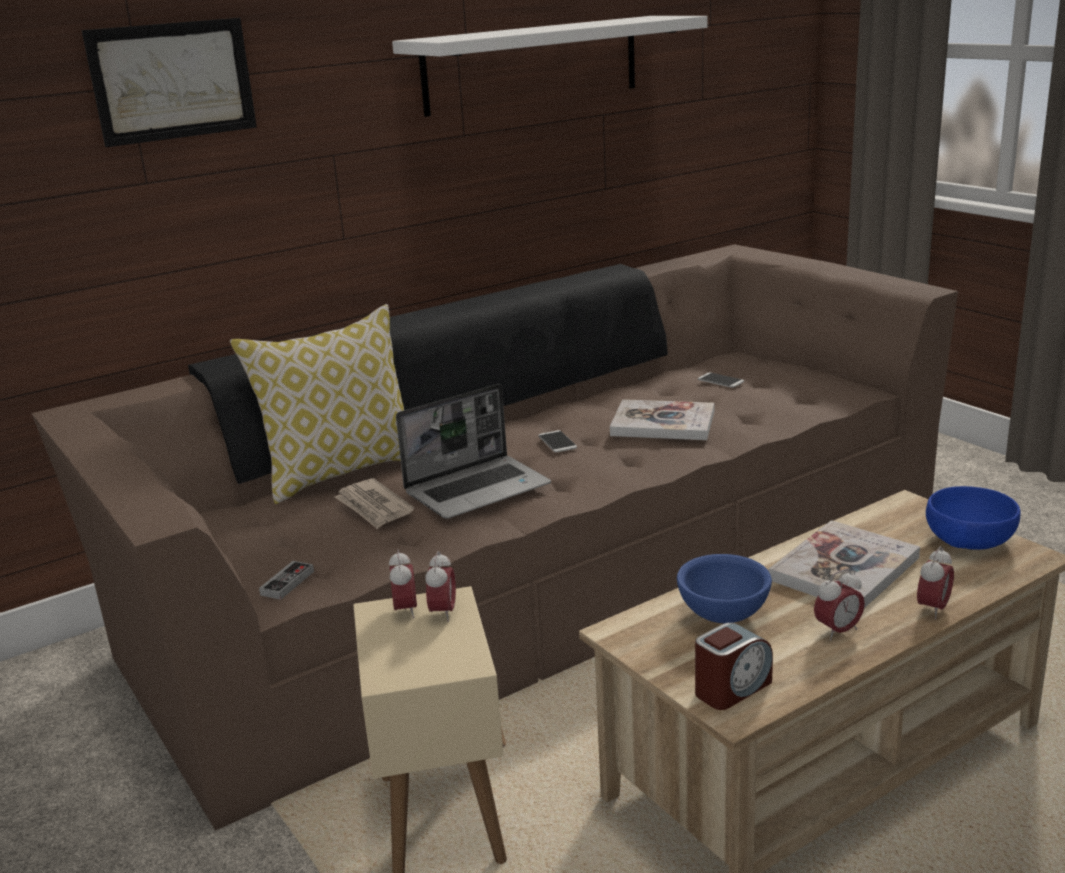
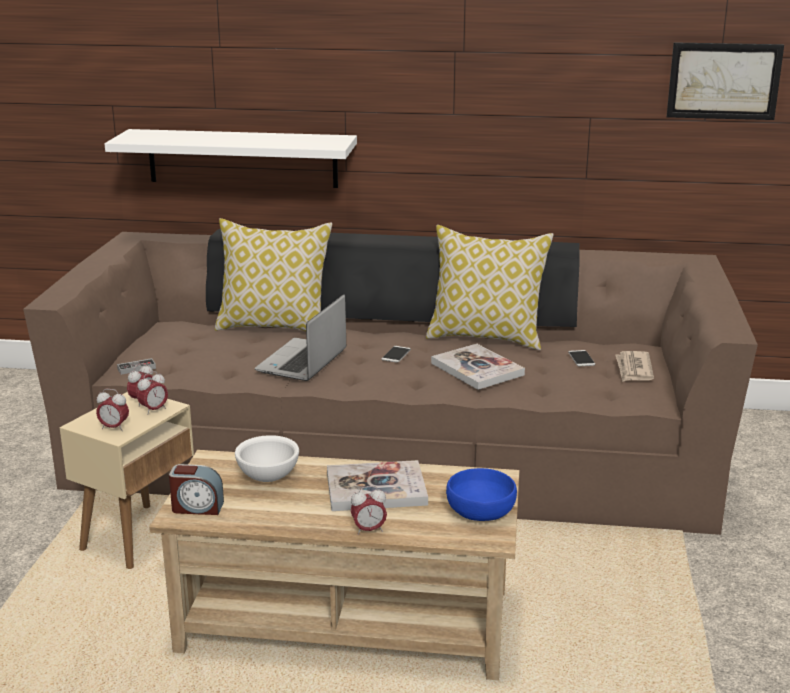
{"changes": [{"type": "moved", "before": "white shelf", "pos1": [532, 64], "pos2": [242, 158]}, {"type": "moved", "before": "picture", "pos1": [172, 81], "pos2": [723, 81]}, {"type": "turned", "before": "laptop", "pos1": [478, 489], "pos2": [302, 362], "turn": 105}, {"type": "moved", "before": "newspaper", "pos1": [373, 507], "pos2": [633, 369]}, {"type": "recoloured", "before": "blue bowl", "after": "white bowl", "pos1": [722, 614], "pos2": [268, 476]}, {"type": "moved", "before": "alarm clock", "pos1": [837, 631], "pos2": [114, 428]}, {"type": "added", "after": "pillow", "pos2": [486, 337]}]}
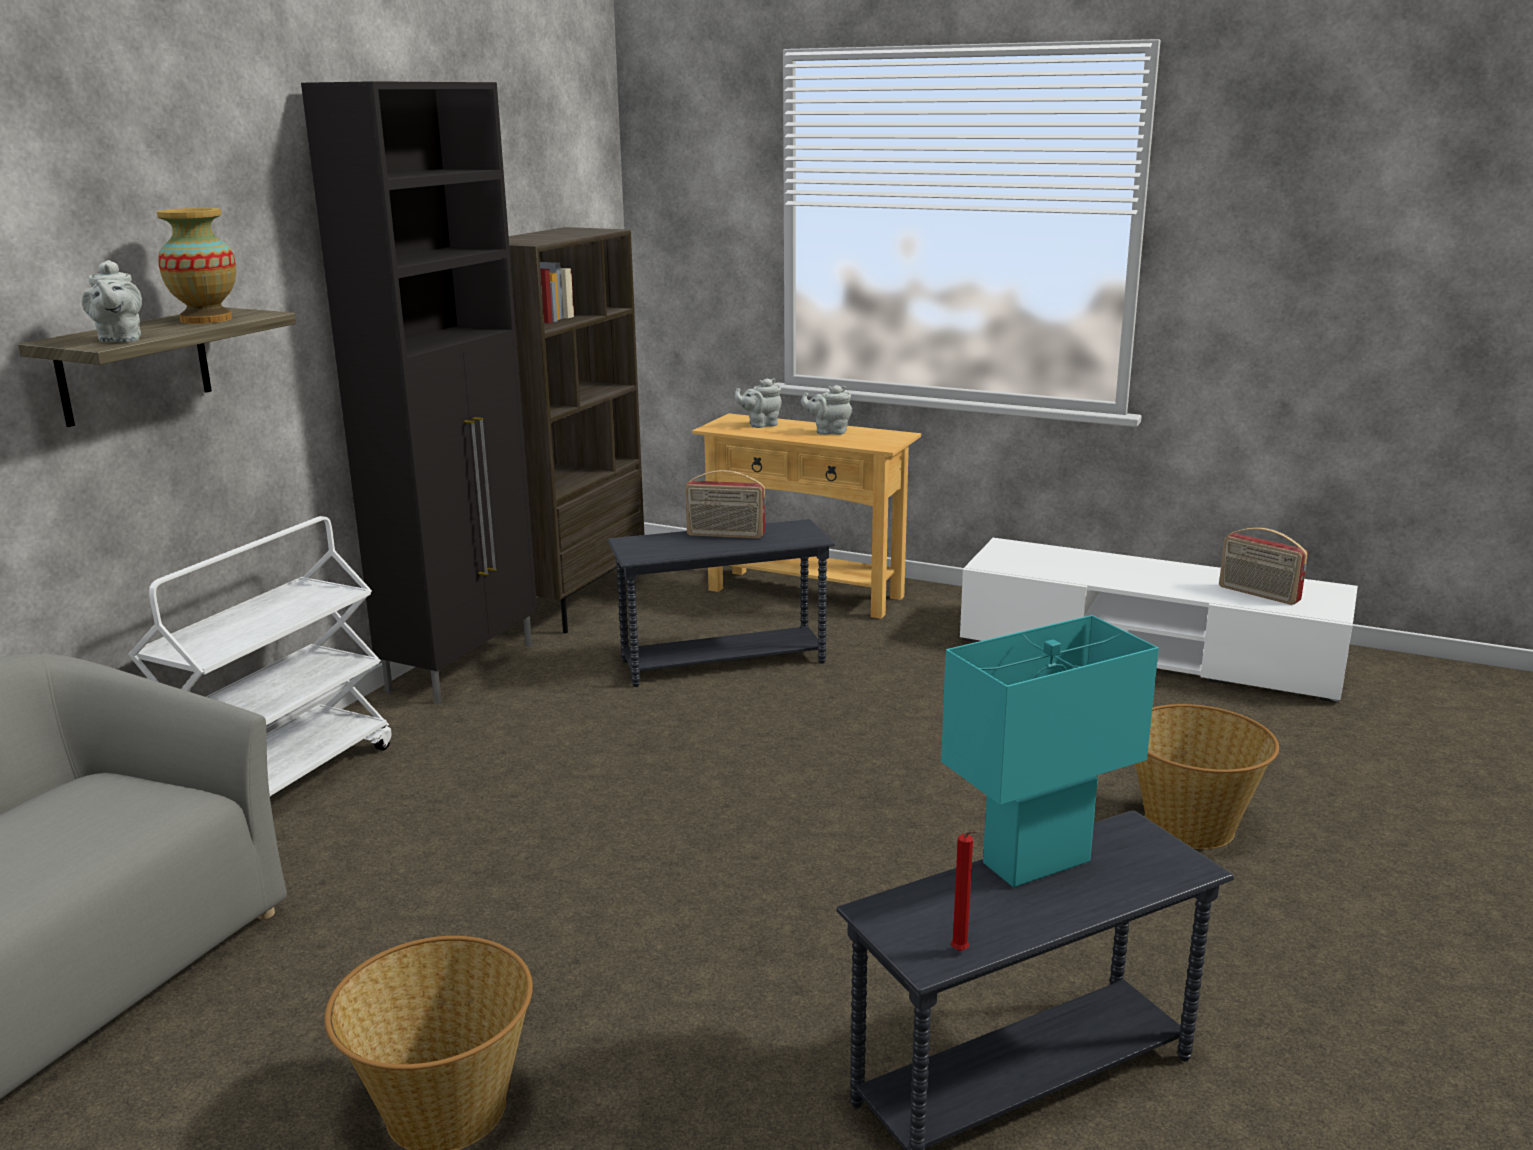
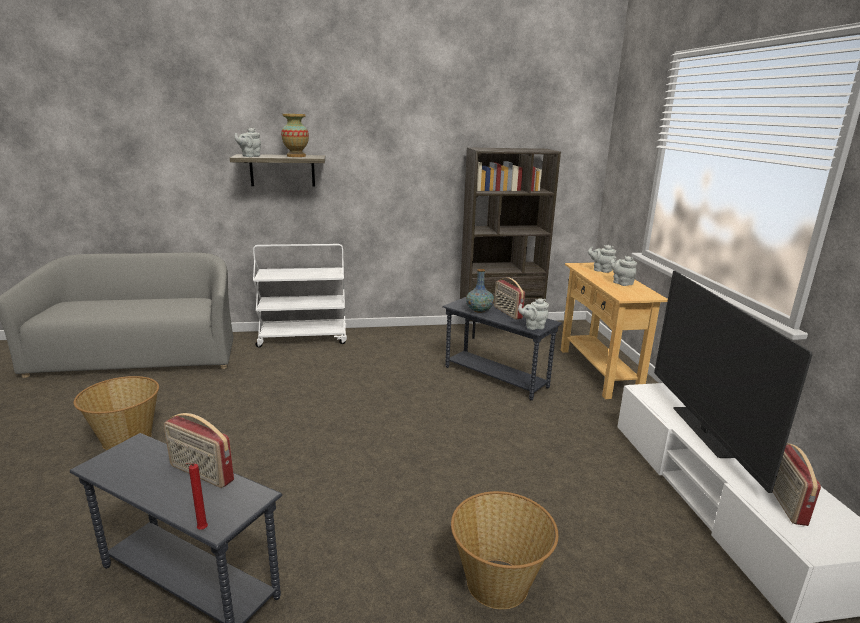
{"changes": [{"type": "removed", "before": "black cabinet", "pos1": [464, 667]}, {"type": "replaced", "before": "turquoise table lamp", "after": "radio", "pos1": [1036, 862], "pos2": [200, 474]}, {"type": "moved", "before": "red candle", "pos1": [961, 952], "pos2": [201, 530]}, {"type": "added", "after": "vase", "pos2": [479, 310]}, {"type": "added", "after": "television", "pos2": [702, 431]}, {"type": "added", "after": "grey teapot", "pos2": [533, 327]}]}
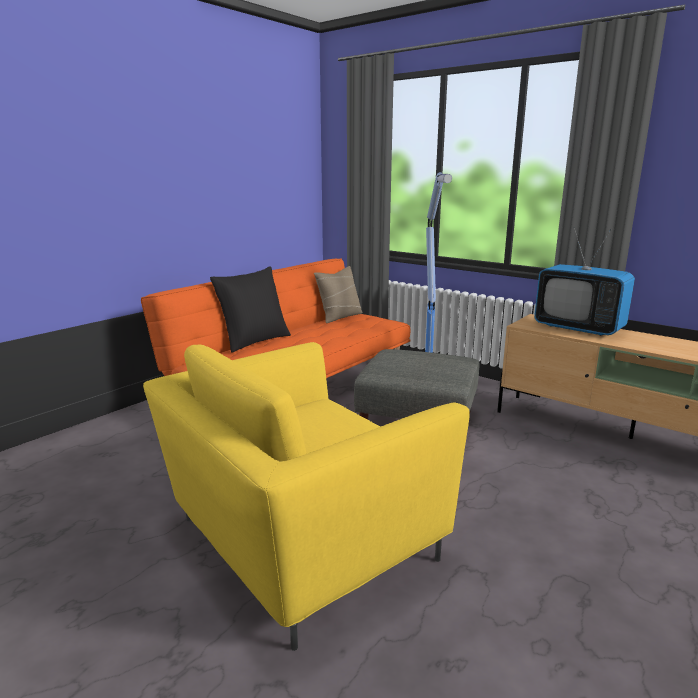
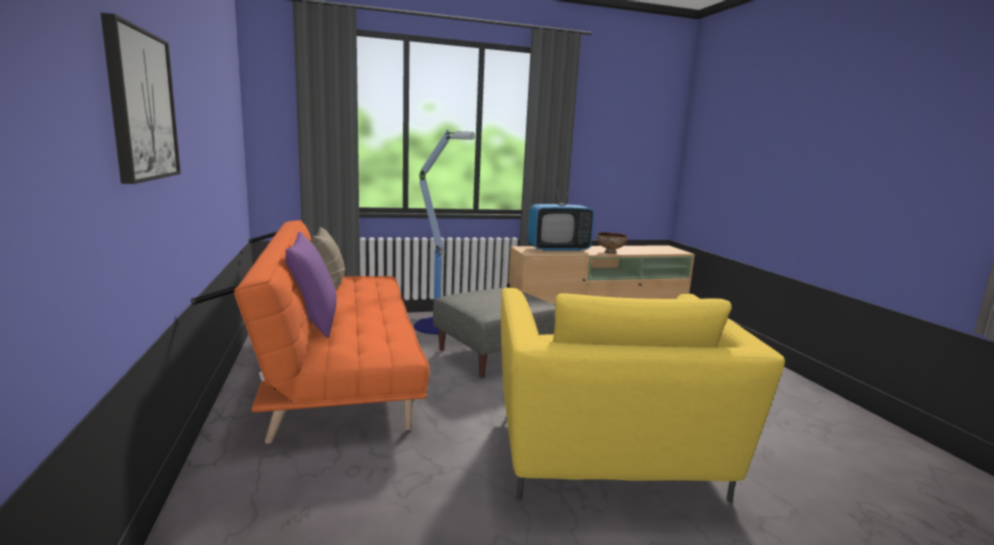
{"changes": [{"type": "recoloured", "before": "black pillow", "after": "purple pillow", "pos1": [254, 341], "pos2": [314, 323]}, {"type": "added", "after": "picture", "pos2": [140, 105]}, {"type": "added", "after": "bowl", "pos2": [610, 252]}]}
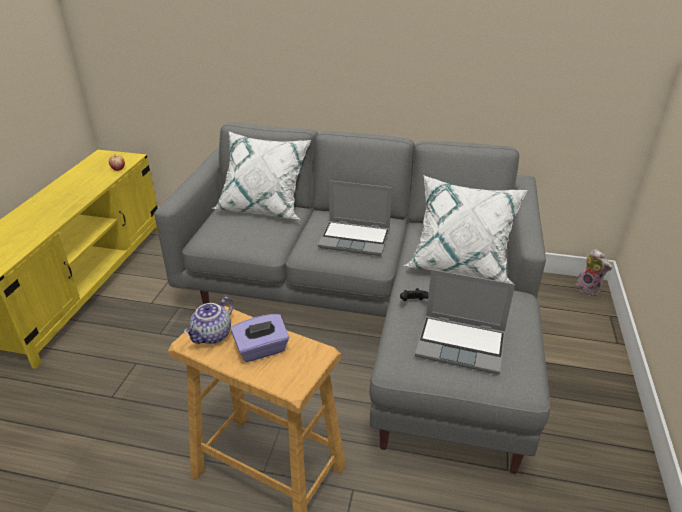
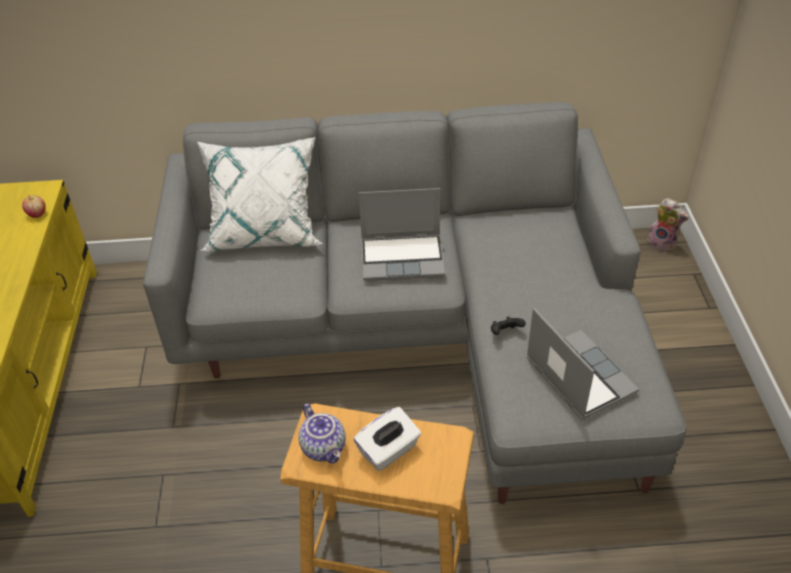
{"changes": [{"type": "removed", "before": "white pillow", "pos1": [460, 264]}, {"type": "turned", "before": "laptop", "pos1": [462, 344], "pos2": [578, 375], "turn": -120}, {"type": "turned", "before": "teapot", "pos1": [213, 336], "pos2": [325, 447], "turn": -45}, {"type": "recoloured", "before": "purple tissue box", "after": "white tissue box", "pos1": [261, 350], "pos2": [388, 451]}]}
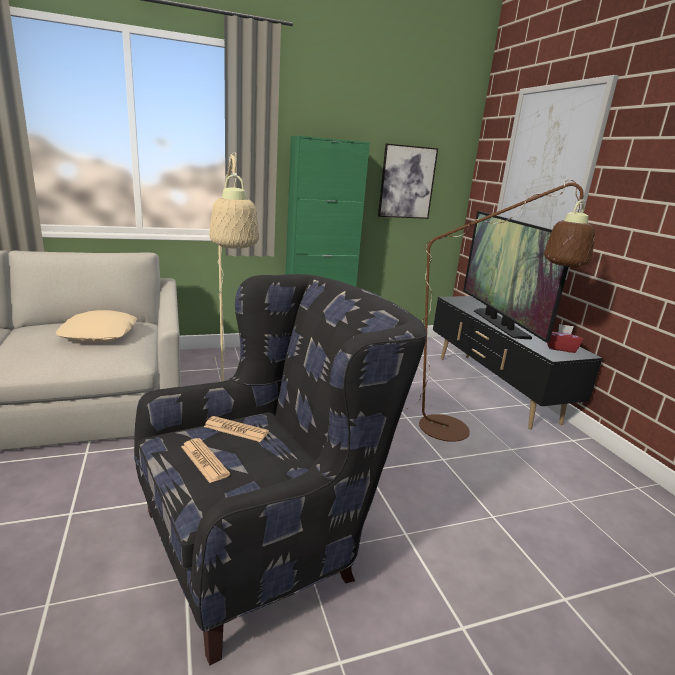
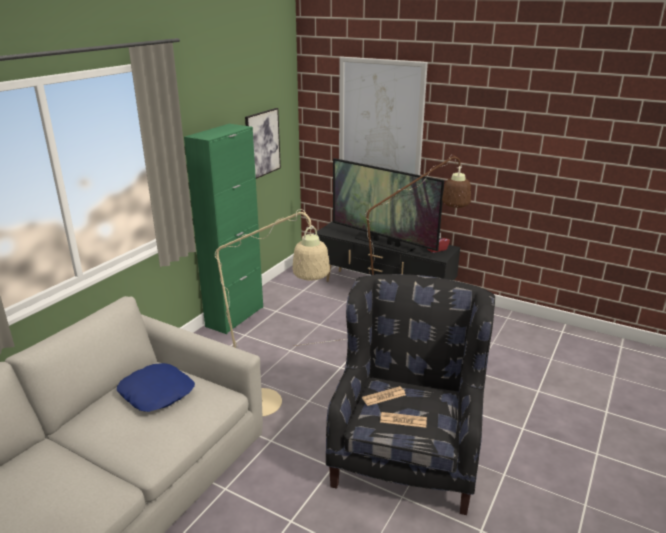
{"changes": [{"type": "recoloured", "before": "beige pillow", "after": "blue pillow", "pos1": [100, 334], "pos2": [157, 393]}]}
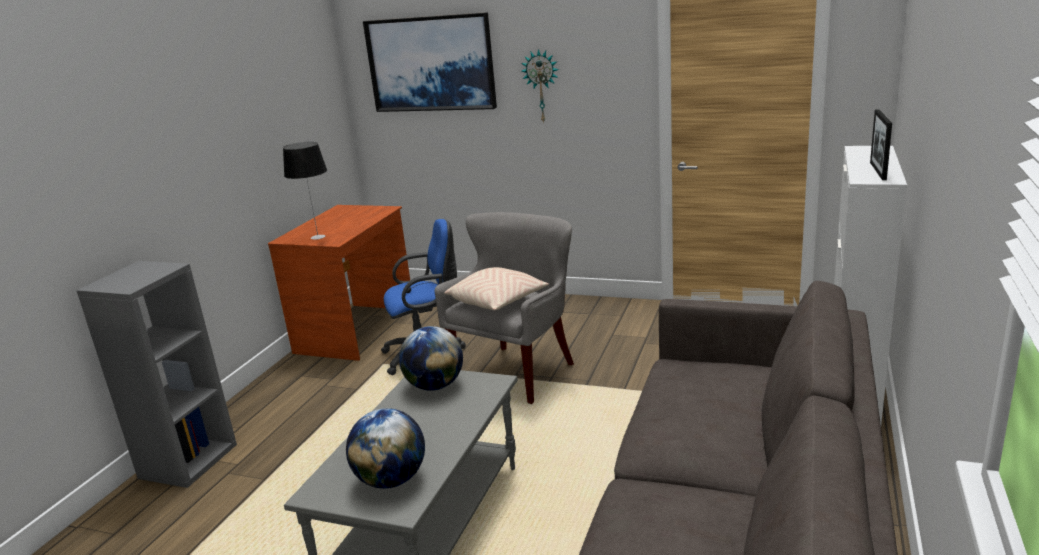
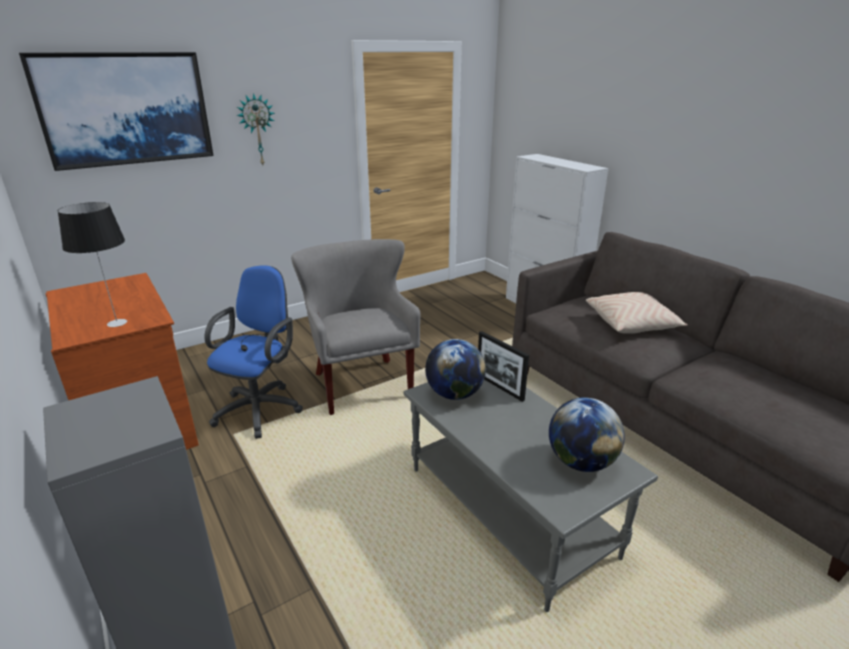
{"changes": [{"type": "moved", "before": "picture frame", "pos1": [878, 171], "pos2": [499, 387]}, {"type": "moved", "before": "beige pillow", "pos1": [498, 301], "pos2": [632, 324]}]}
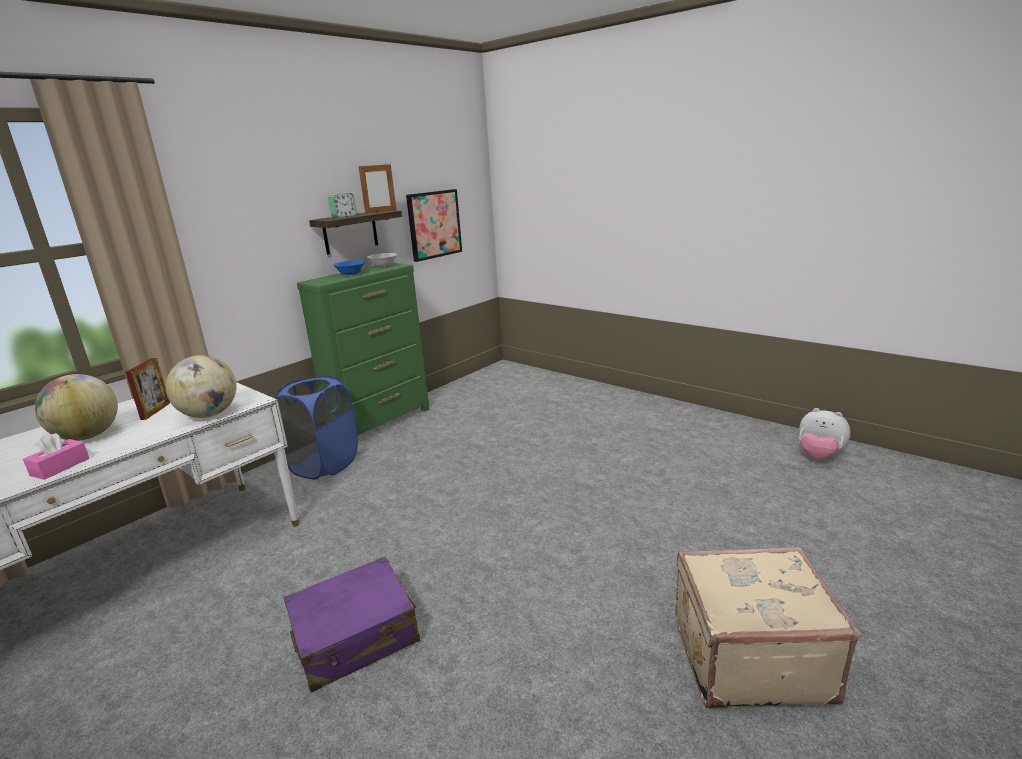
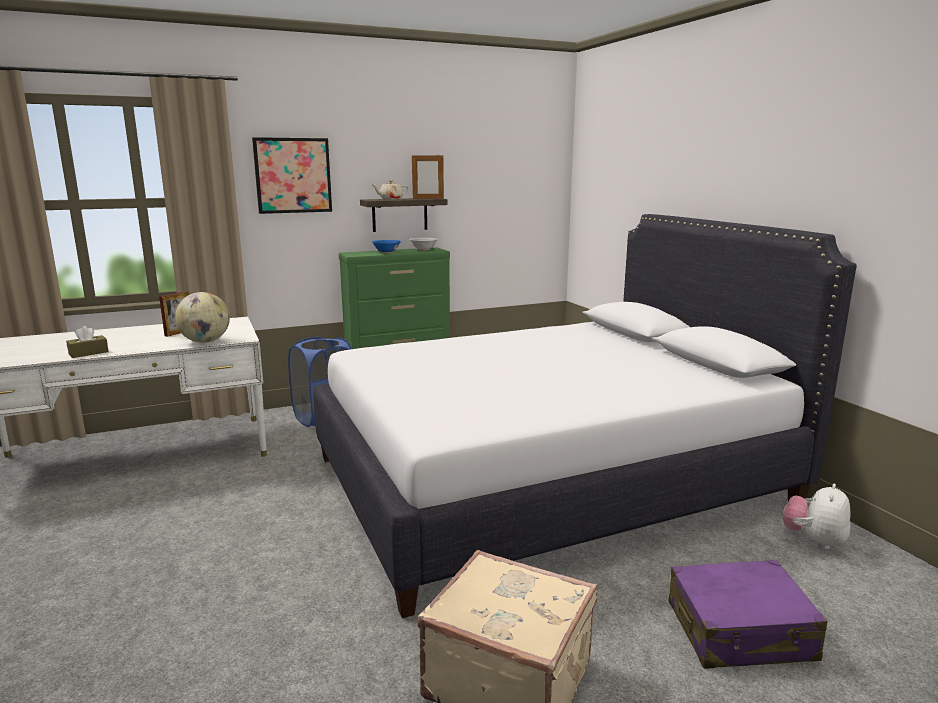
{"changes": [{"type": "moved", "before": "picture", "pos1": [434, 224], "pos2": [293, 175]}, {"type": "replaced", "before": "alarm clock", "after": "beige teapot", "pos1": [344, 216], "pos2": [390, 199]}, {"type": "removed", "before": "globe", "pos1": [88, 436]}, {"type": "turned", "before": "plush toy", "pos1": [819, 456], "pos2": [814, 541], "turn": 60}, {"type": "recoloured", "before": "pink tissue box", "after": "brown tissue box", "pos1": [60, 467], "pos2": [88, 353]}, {"type": "moved", "before": "purple suitcase", "pos1": [355, 636], "pos2": [740, 631]}, {"type": "added", "after": "white bed", "pos2": [547, 480]}]}
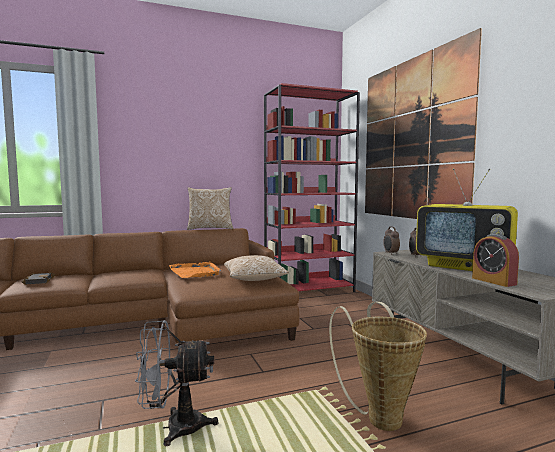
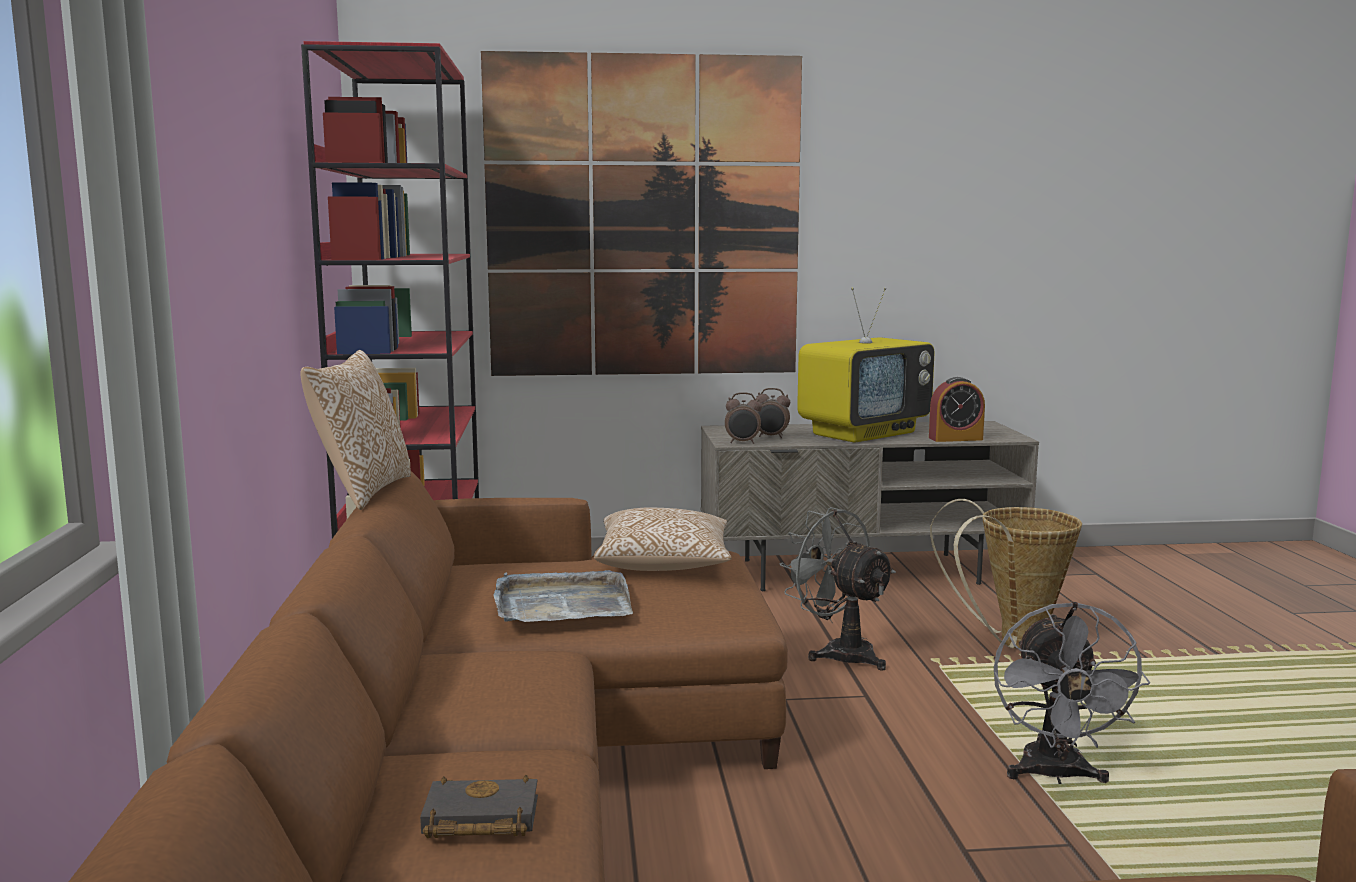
{"changes": [{"type": "recoloured", "before": "orange tray", "after": "grey tray", "pos1": [195, 272], "pos2": [561, 604]}, {"type": "added", "after": "grey fan", "pos2": [839, 652]}]}
